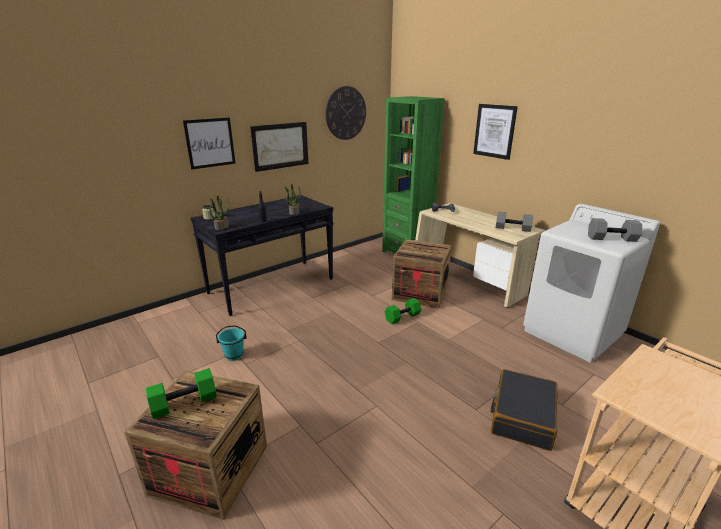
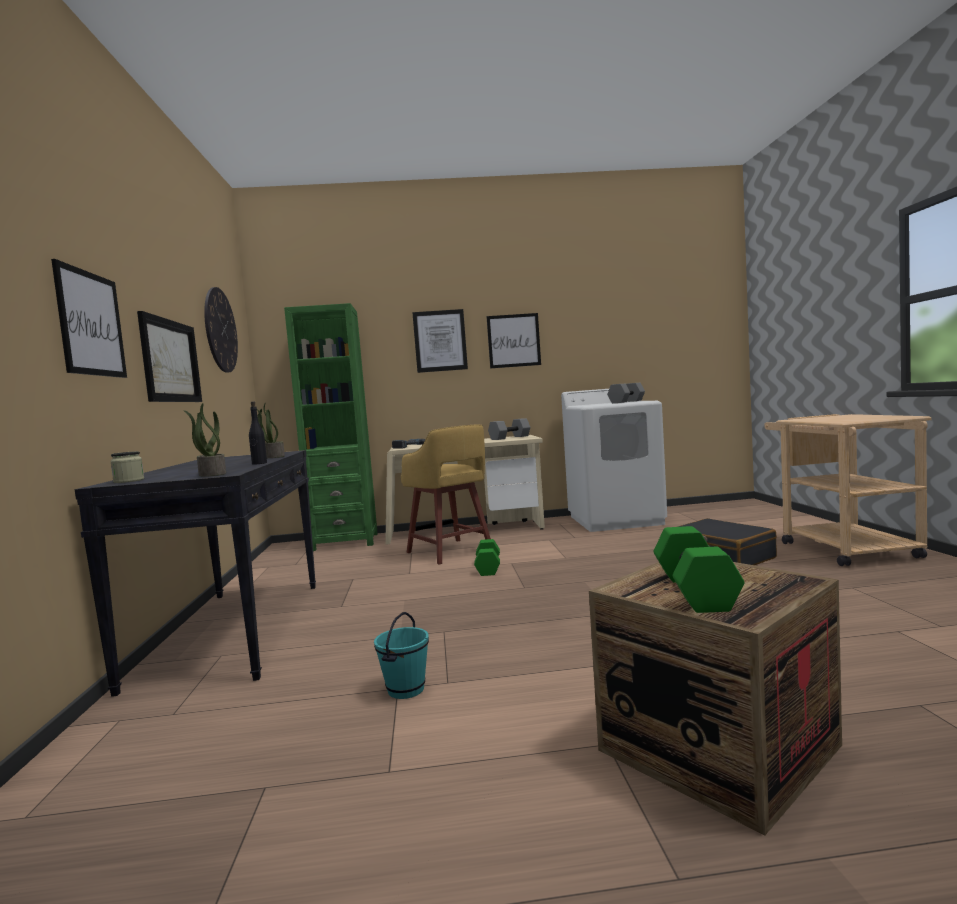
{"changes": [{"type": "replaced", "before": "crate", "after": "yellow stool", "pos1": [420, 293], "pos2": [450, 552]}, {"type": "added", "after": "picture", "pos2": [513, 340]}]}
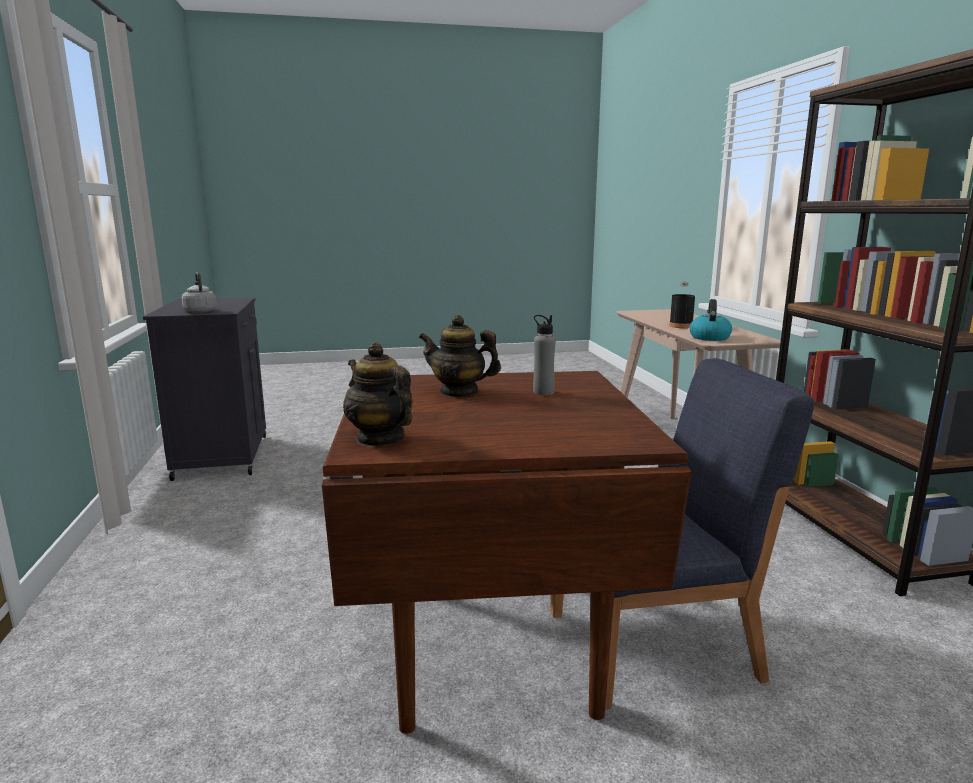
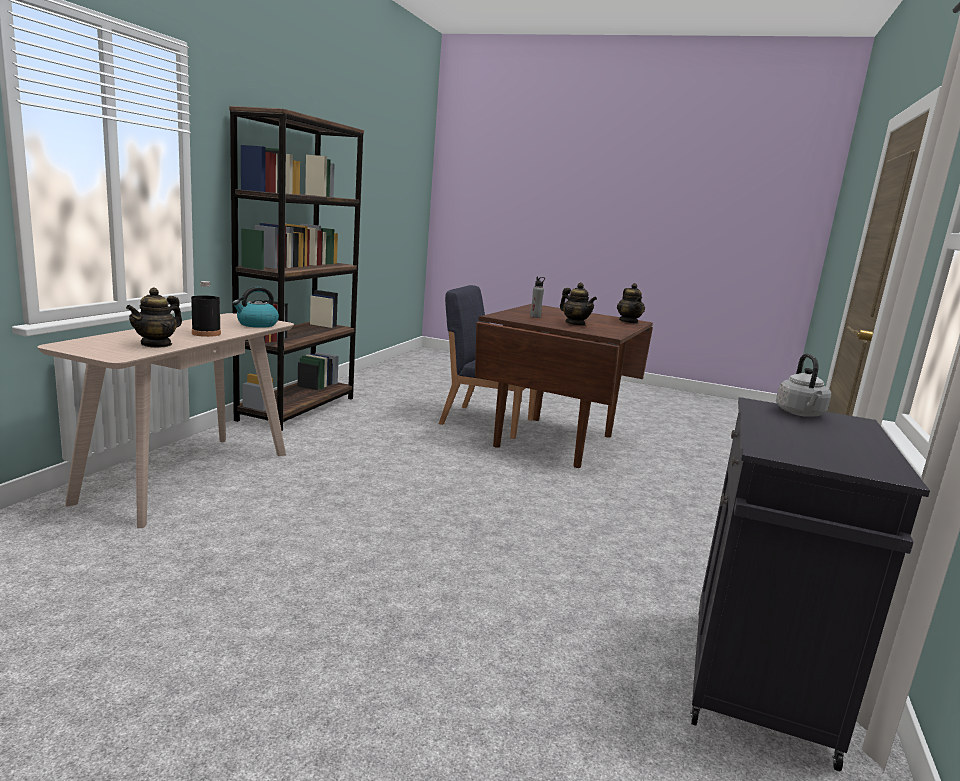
{"changes": [{"type": "added", "after": "teapot", "pos2": [156, 344]}]}
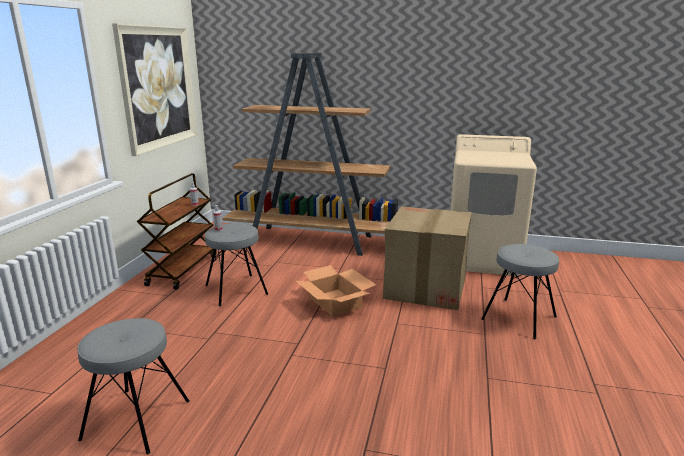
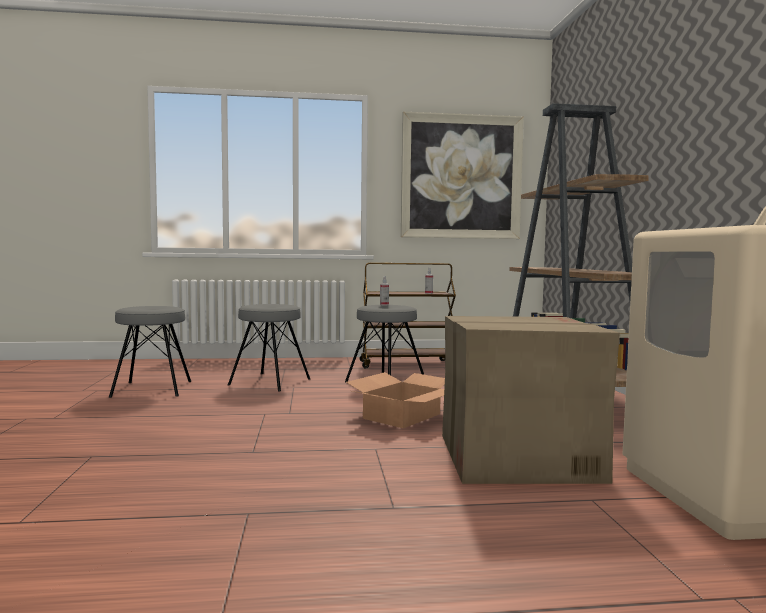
{"changes": [{"type": "moved", "before": "grey stool", "pos1": [518, 318], "pos2": [269, 382]}]}
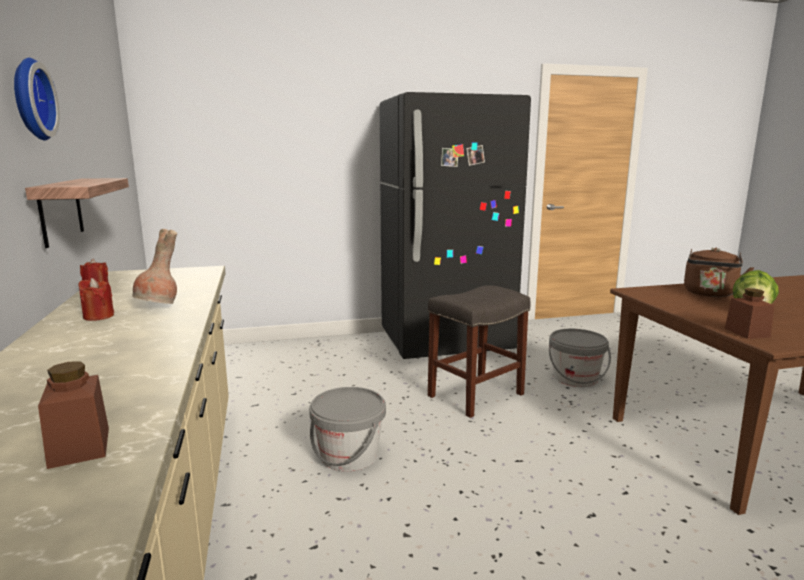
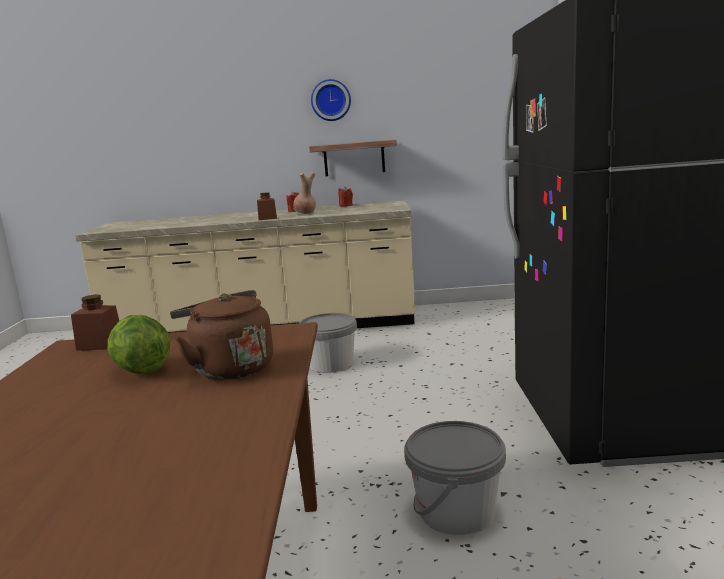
{"changes": [{"type": "removed", "before": "grey stool", "pos1": [476, 394]}, {"type": "moved", "before": "brown jar", "pos1": [79, 447], "pos2": [267, 218]}]}
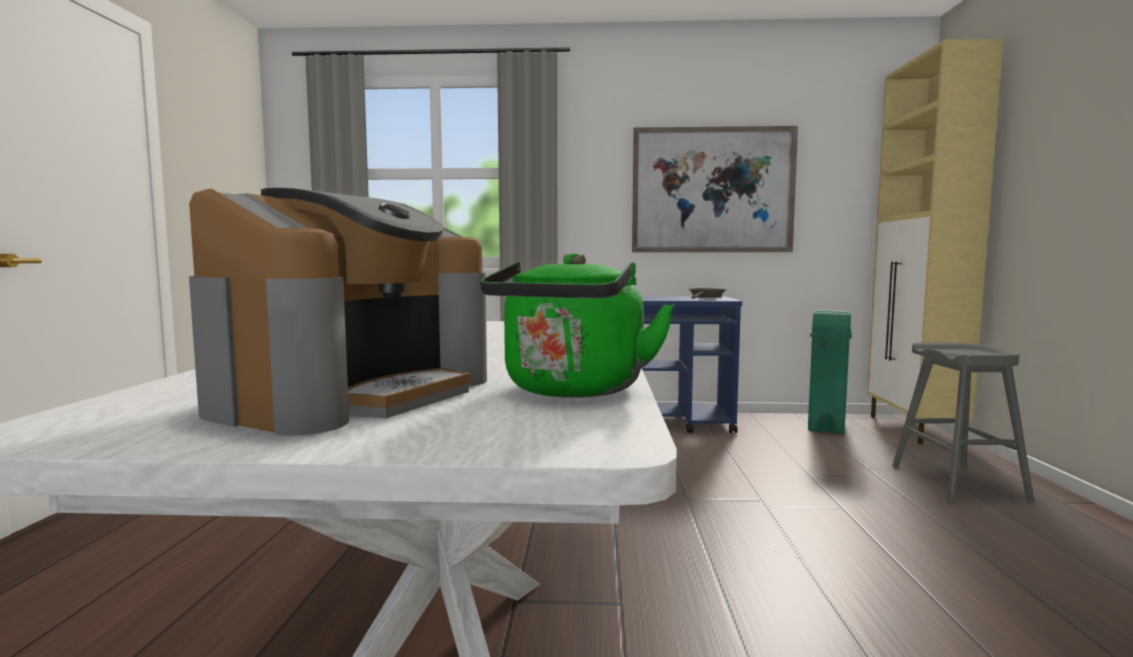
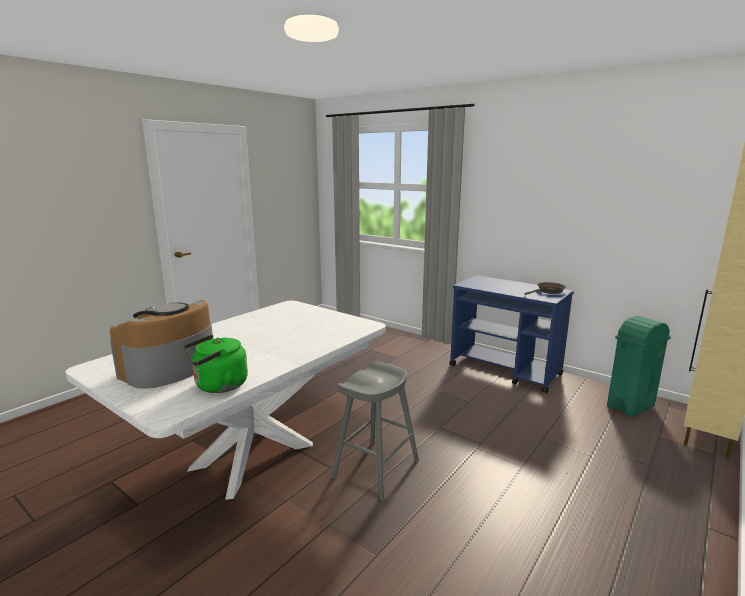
{"changes": [{"type": "removed", "before": "picture", "pos1": [713, 190]}, {"type": "turned", "before": "coffee machine", "pos1": [355, 393], "pos2": [169, 368], "turn": 150}, {"type": "moved", "before": "grey stool", "pos1": [957, 483], "pos2": [376, 469]}]}
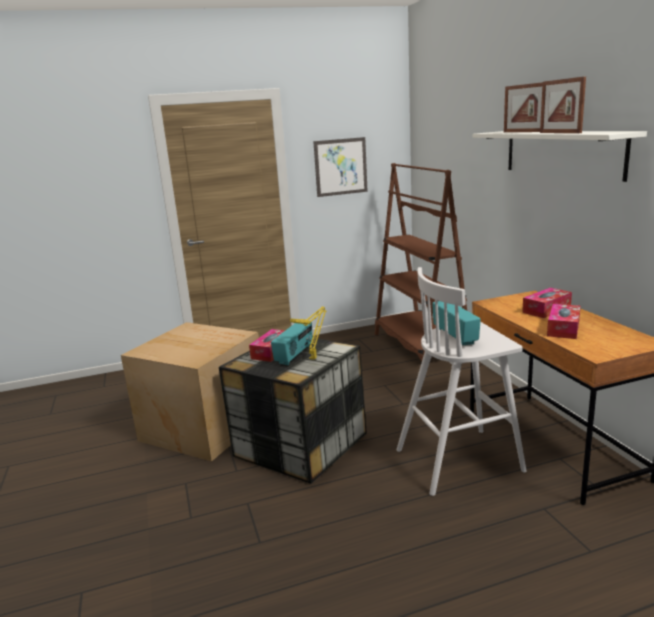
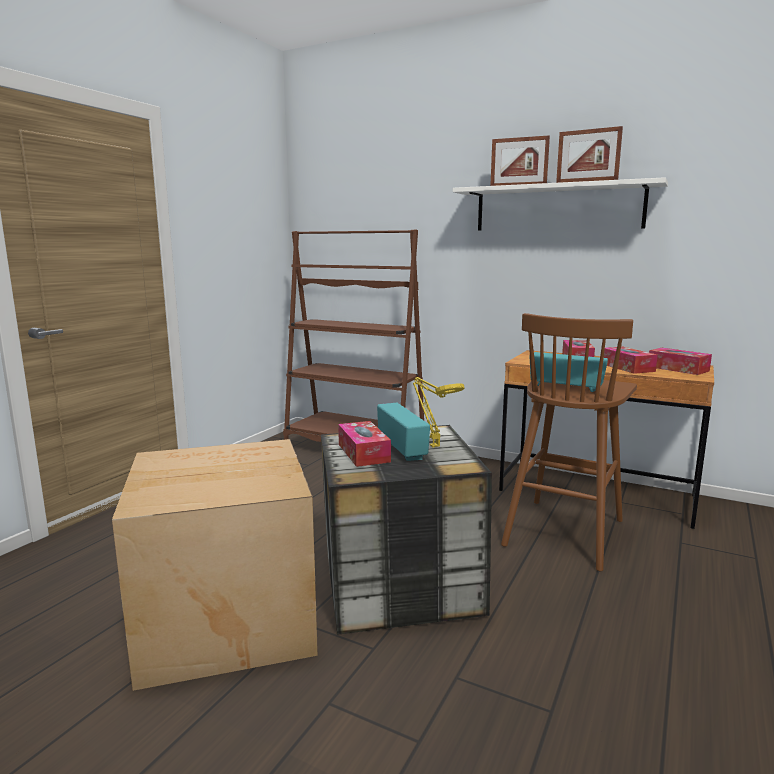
{"changes": [{"type": "removed", "before": "picture", "pos1": [340, 167]}, {"type": "recoloured", "before": "white stool", "after": "brown stool", "pos1": [461, 460], "pos2": [564, 531]}, {"type": "added", "after": "tissue box", "pos2": [677, 369]}]}
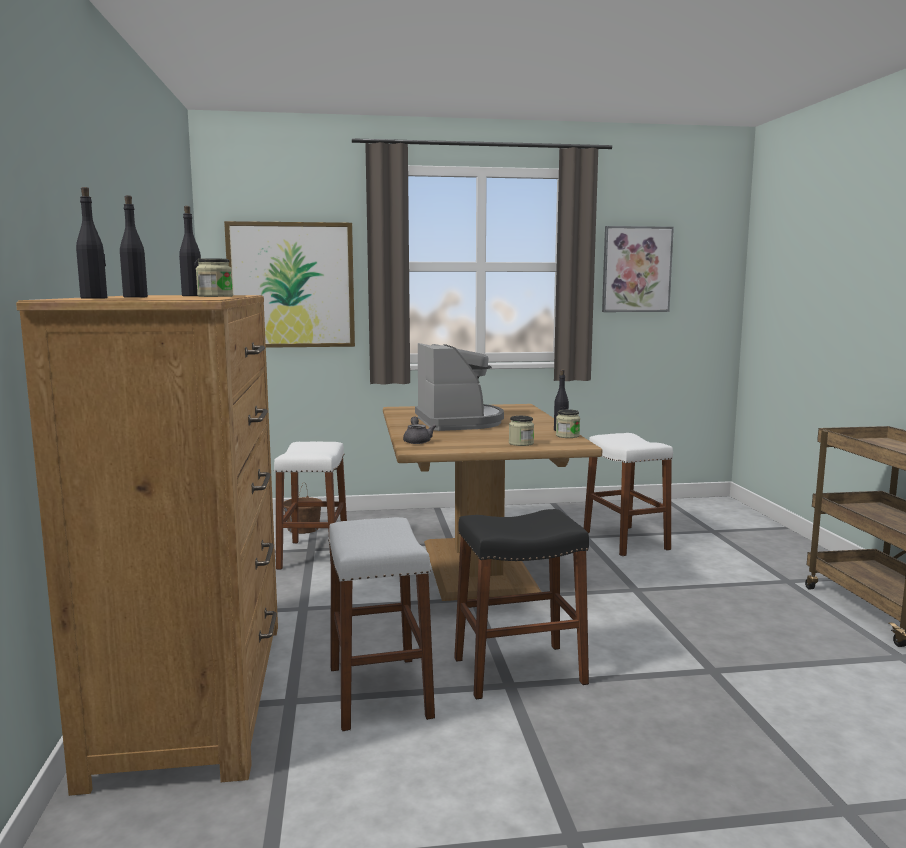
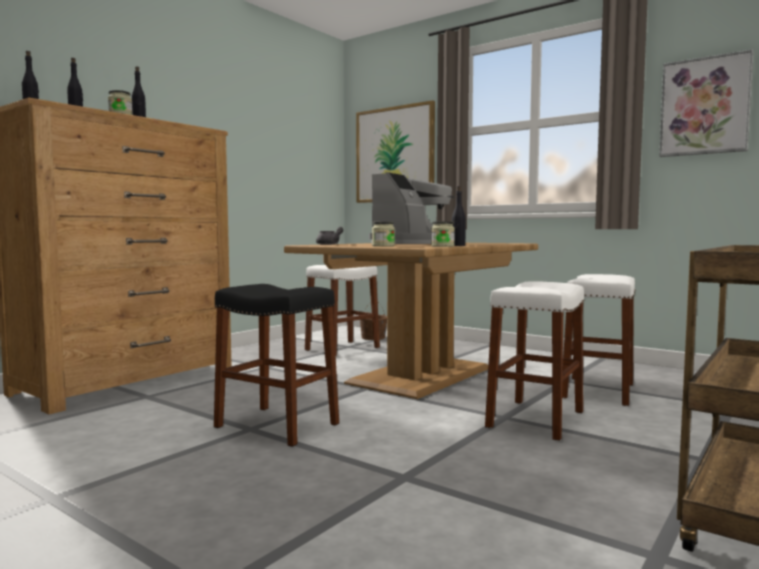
{"changes": [{"type": "moved", "before": "white stool", "pos1": [379, 692], "pos2": [535, 419]}]}
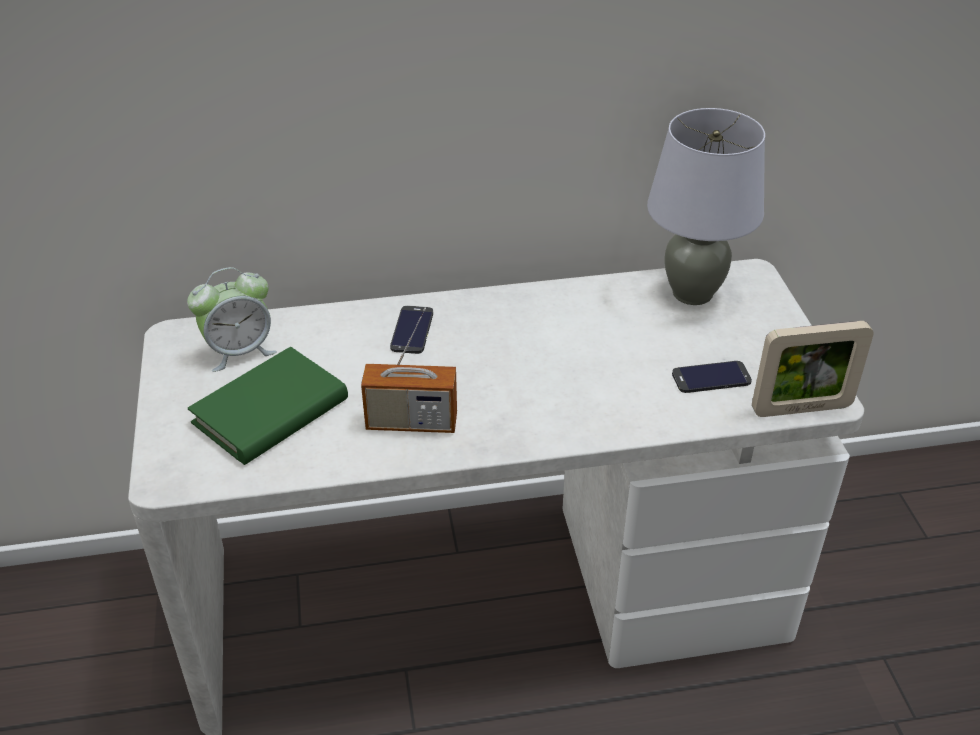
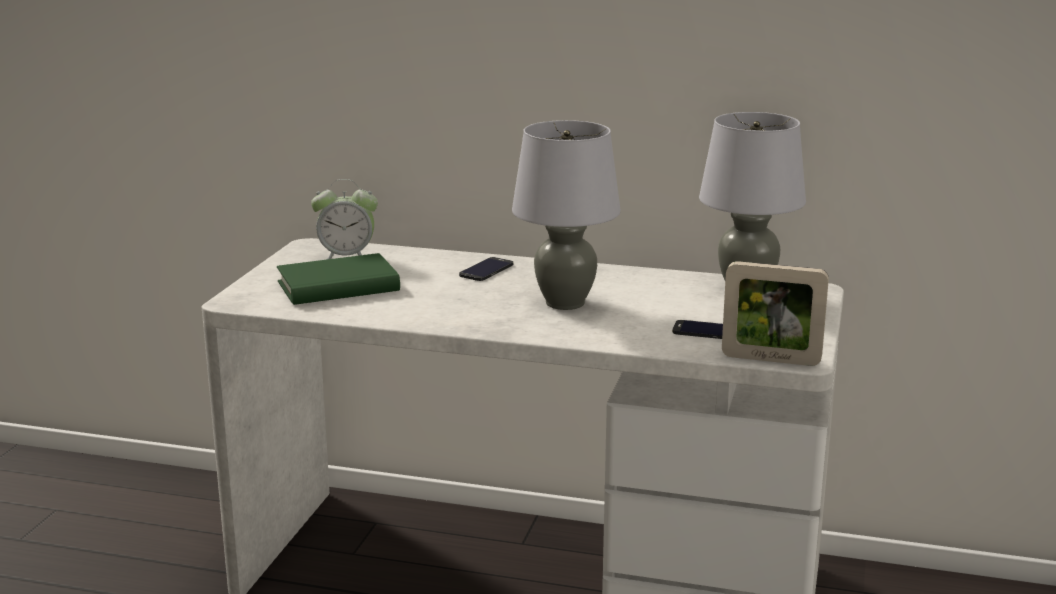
{"changes": [{"type": "removed", "before": "radio", "pos1": [411, 422]}, {"type": "added", "after": "grey table lamp", "pos2": [565, 303]}]}
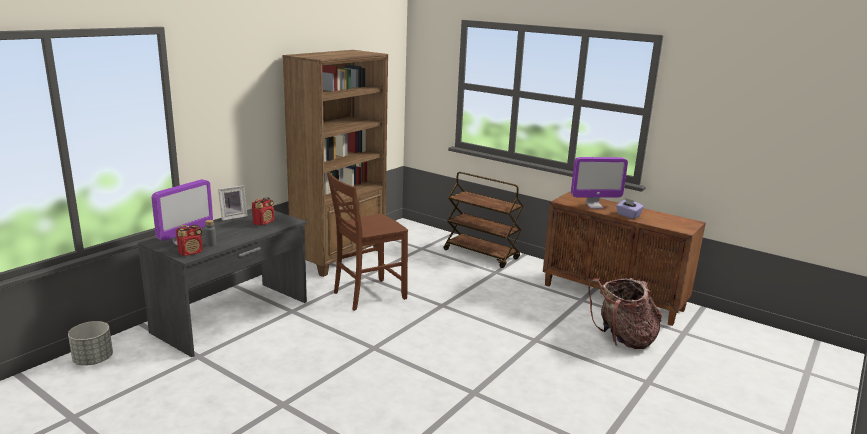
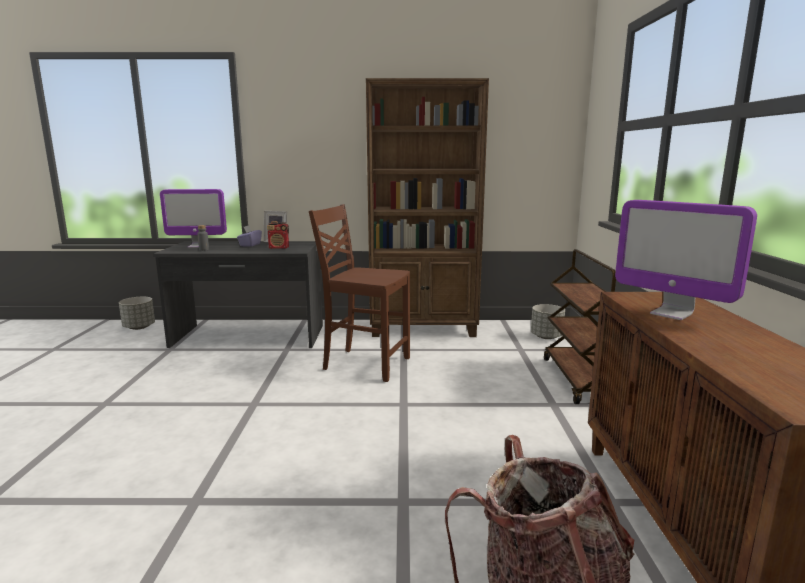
{"changes": [{"type": "moved", "before": "purple tissue box", "pos1": [628, 215], "pos2": [250, 245]}, {"type": "removed", "before": "radio", "pos1": [191, 252]}, {"type": "added", "after": "grey planter", "pos2": [546, 337]}]}
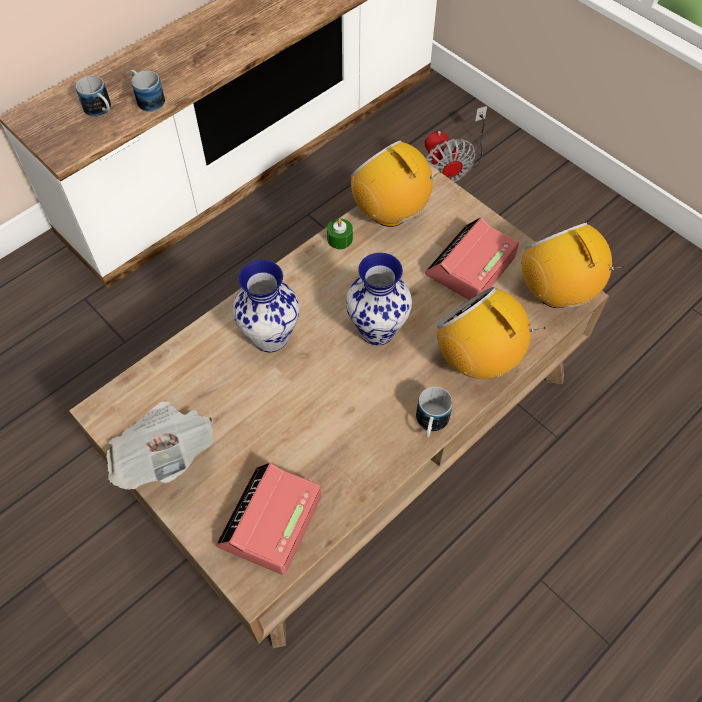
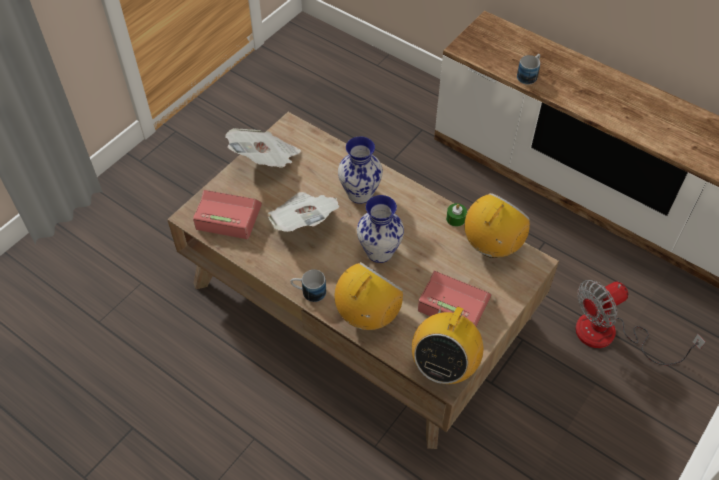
{"changes": [{"type": "removed", "before": "mug", "pos1": [101, 111]}, {"type": "turned", "before": "radio", "pos1": [556, 292], "pos2": [444, 365], "turn": 150}, {"type": "added", "after": "newspaper", "pos2": [303, 222]}]}
